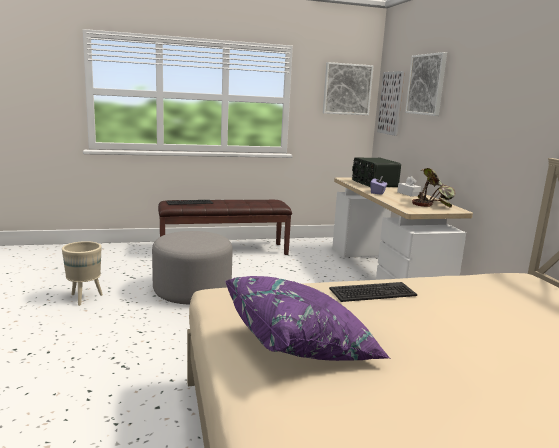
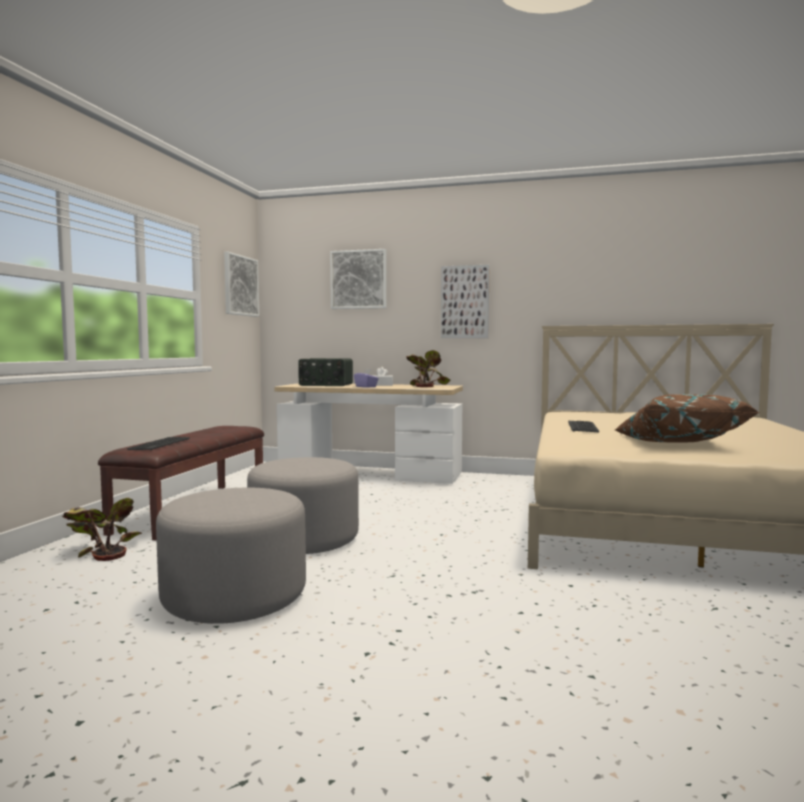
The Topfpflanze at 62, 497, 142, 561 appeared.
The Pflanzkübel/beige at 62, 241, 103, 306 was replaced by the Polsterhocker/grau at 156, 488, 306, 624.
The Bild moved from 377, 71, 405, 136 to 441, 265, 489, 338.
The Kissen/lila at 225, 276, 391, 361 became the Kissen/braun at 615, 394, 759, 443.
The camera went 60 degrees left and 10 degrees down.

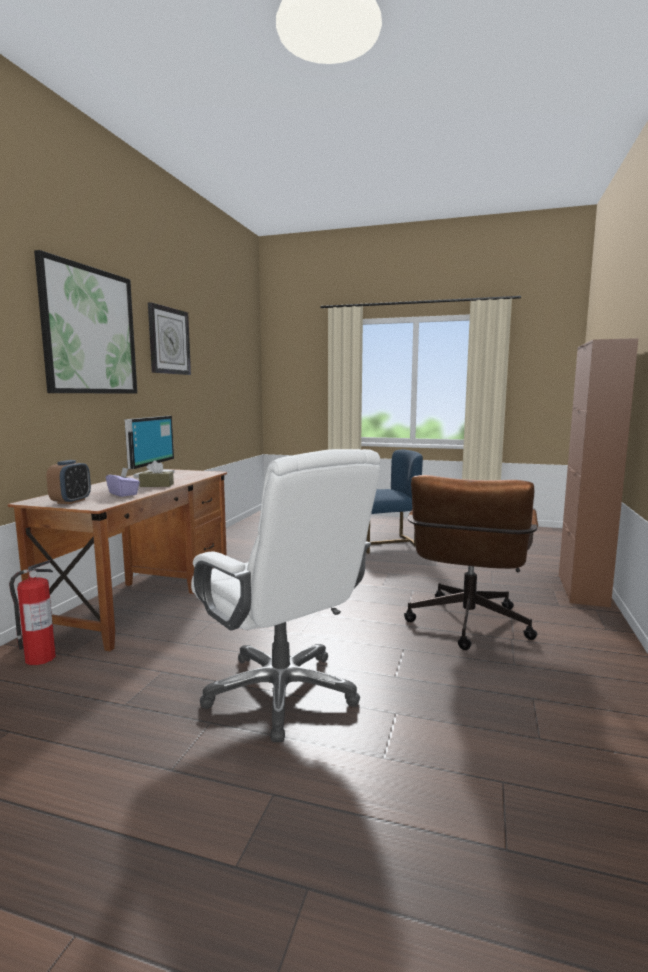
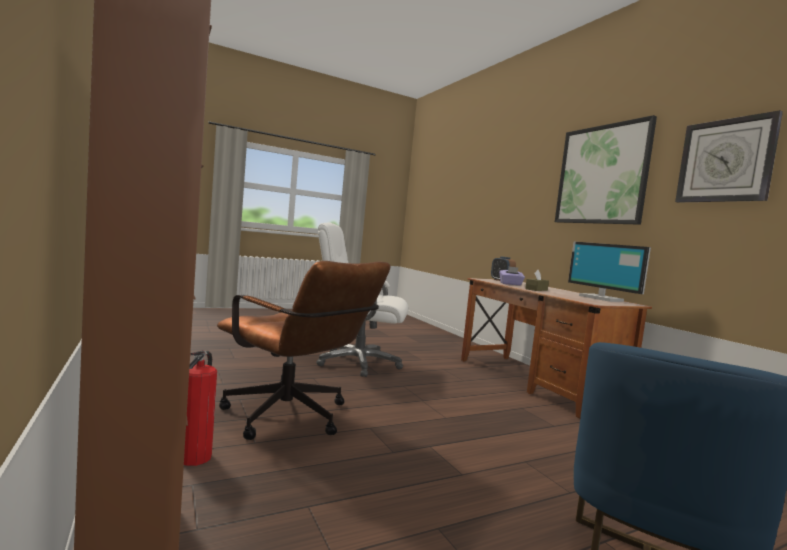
The Feuerlöscher moved from 9, 560, 56, 665 to 184, 350, 217, 466.
The Bürostuhl/braun at 404, 475, 538, 650 turned 150 degrees clockwise.
The camera went 135 degrees right and 5 degrees down.

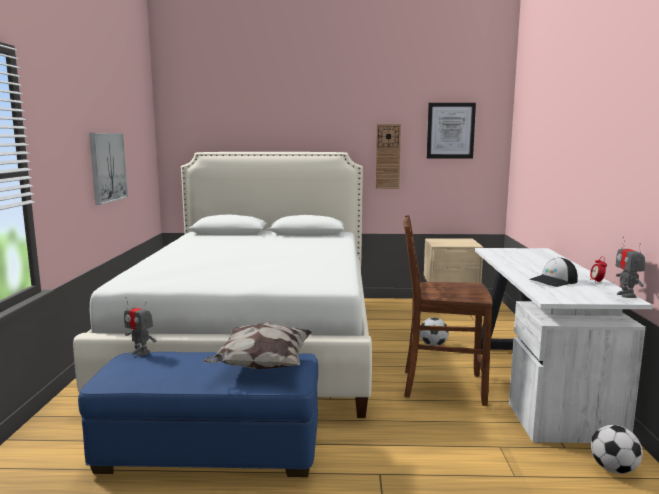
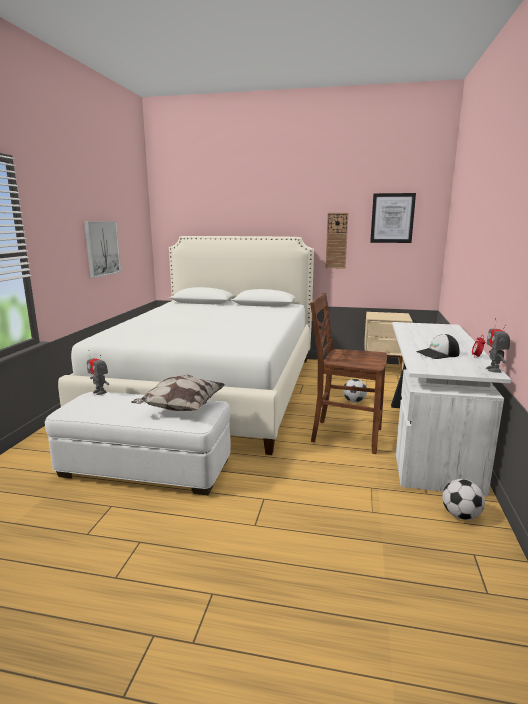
The Polsterhocker/blau at 78, 352, 318, 477 became the Polsterhocker/weiß at 45, 392, 231, 495.
The camera went 10 degrees right and 5 degrees up.

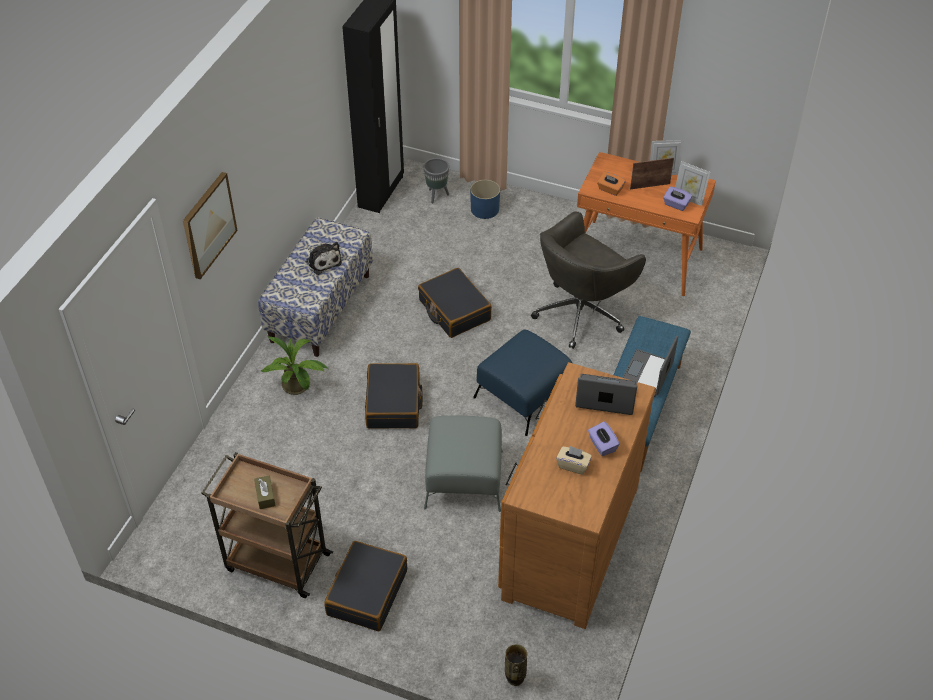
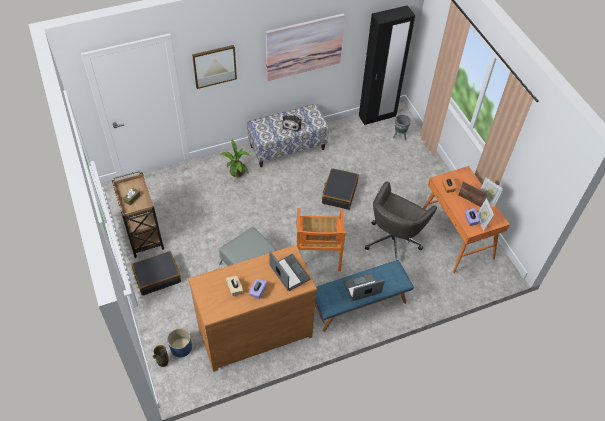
The Pflanzkübel/blau moved from 470, 180, 500, 219 to 167, 328, 192, 357.
The Bild at 266, 14, 345, 81 appeared.
The Polsterhocker/blau at 473, 330, 572, 436 was replaced by the Stuhl/orange at 296, 208, 346, 272.
The Bürostuhl/grau at 531, 211, 646, 349 turned 60 degrees counterclockwise.
The Koffer/schwarz at 365, 363, 423, 429 disappeared.
The camera went 45 degrees right and 5 degrees up.

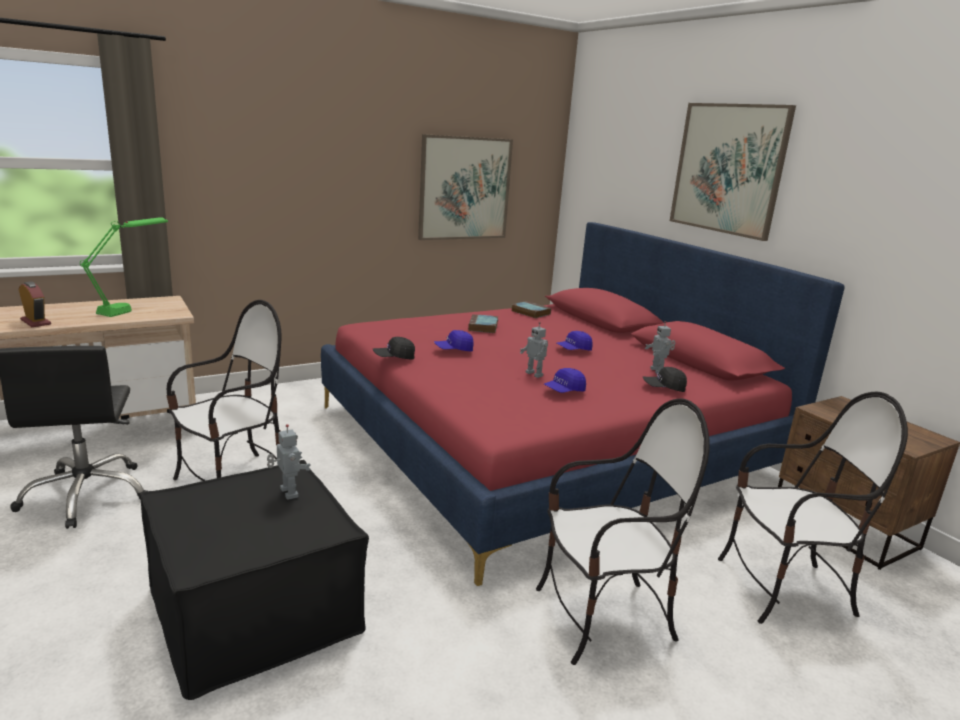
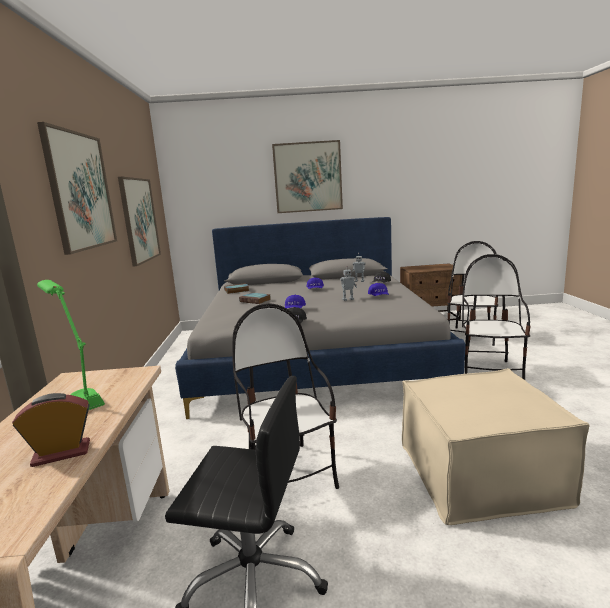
The Bild at 37, 122, 117, 255 appeared.
The Bett/rot at 321, 222, 845, 586 became the Bett/grau at 175, 217, 466, 419.
The Polsterhocker/schwarz at 141, 460, 369, 700 became the Polsterhocker/beige at 402, 368, 590, 525.
The Spielzeugroboter at 267, 424, 311, 500 disappeared.
The camera went 60 degrees left and 5 degrees down.

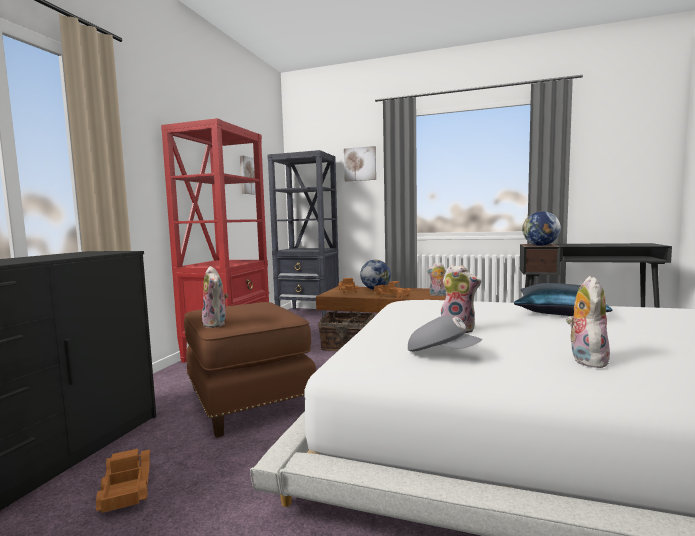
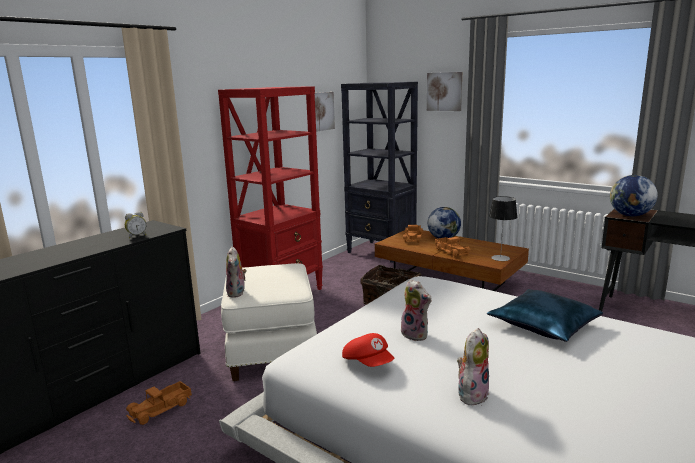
The Wecker at 125, 211, 146, 238 appeared.
The Spielzeuglaster at 96, 449, 150, 513 turned 135 degrees counterclockwise.
The Polsterhocker/braun at 184, 302, 316, 438 became the Polsterhocker/weiß at 221, 263, 317, 381.
The Kappe/grau at 408, 315, 482, 352 became the Kappe/rot at 342, 333, 394, 367.
The Plüschtier at 427, 263, 446, 296 was replaced by the Tischlampe at 489, 196, 517, 261.
The camera went 20 degrees right and 10 degrees up.

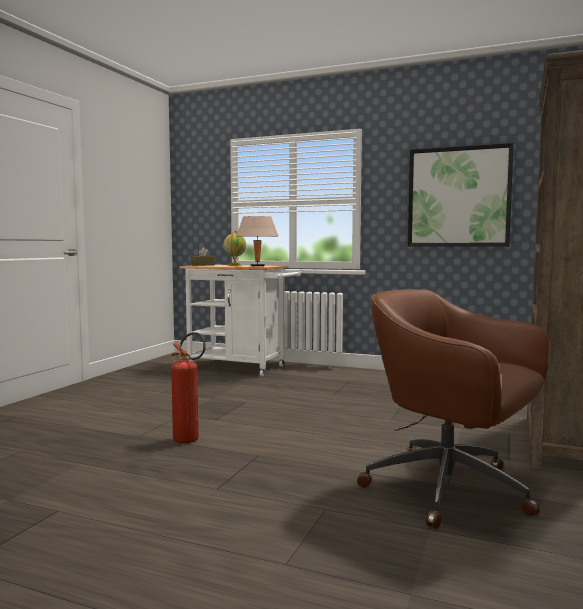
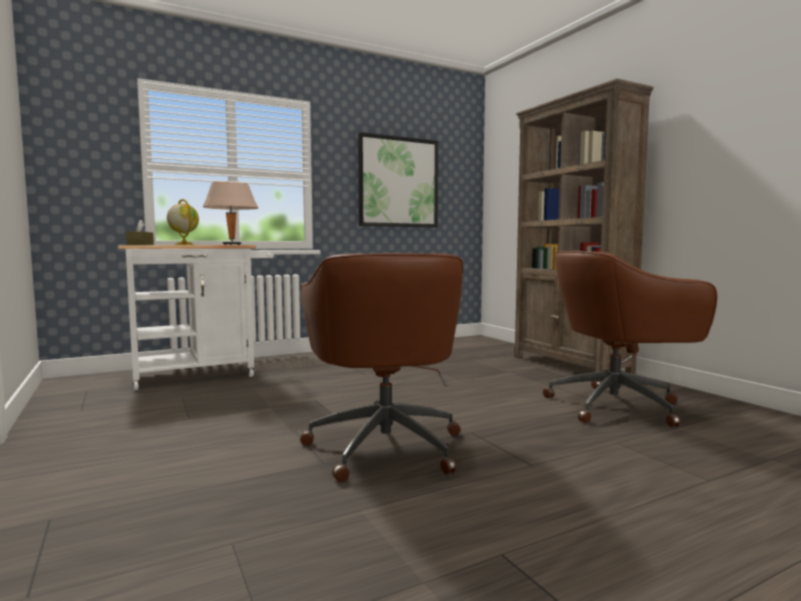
The Feuerlöscher at 171, 332, 206, 443 was replaced by the Bürostuhl/braun at 300, 253, 463, 482.
The camera went 50 degrees left and 0 degrees up.

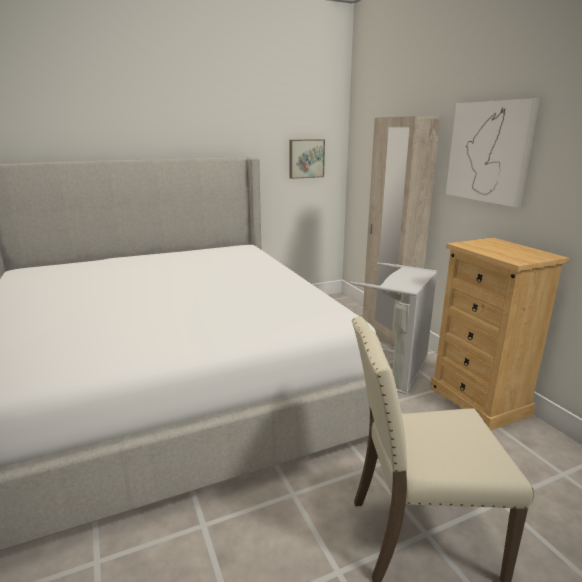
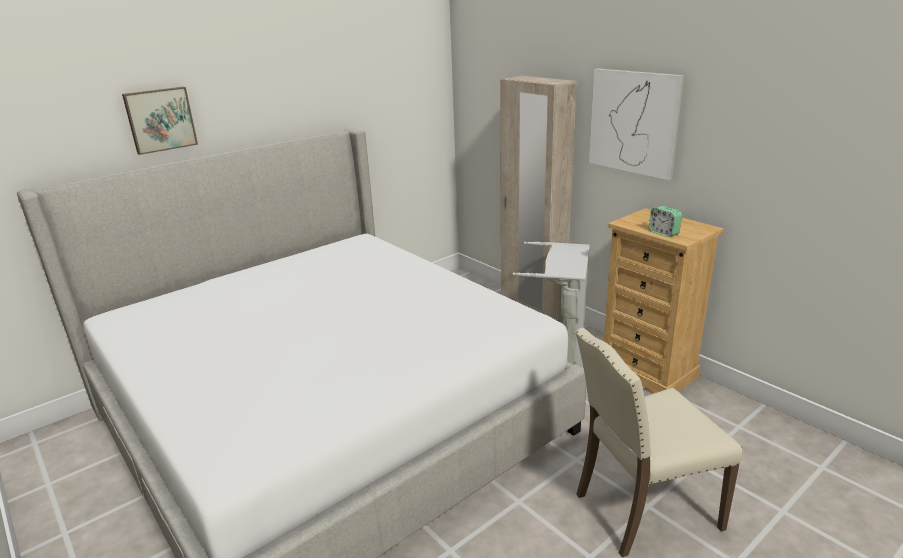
The Bild moved from 289, 139, 325, 179 to 122, 87, 198, 155.
The Wecker at 649, 206, 682, 237 appeared.
The camera went 15 degrees left and 5 degrees up.

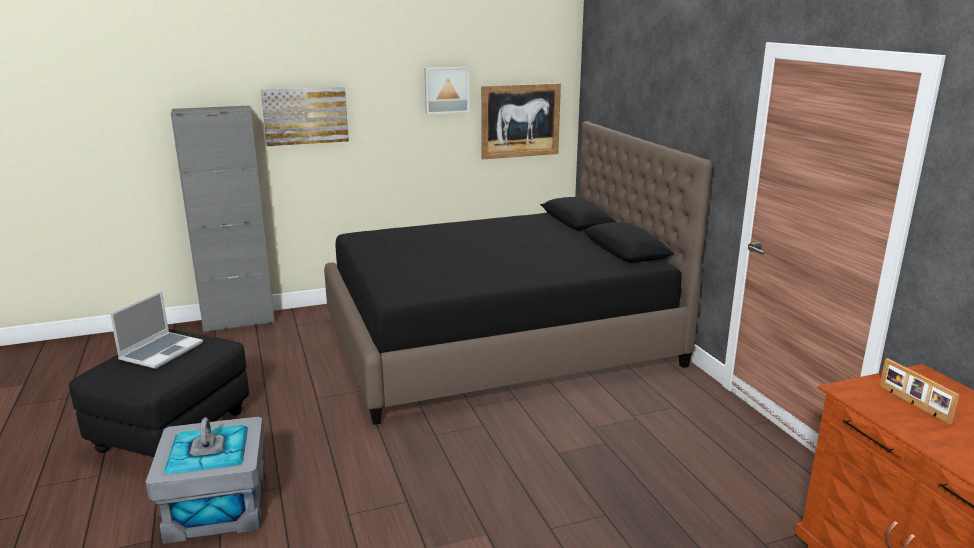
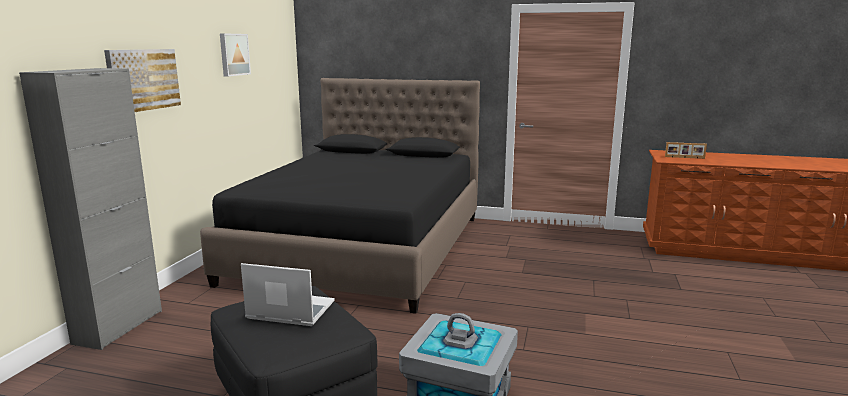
The Laptop at 110, 291, 203, 369 turned 45 degrees counterclockwise.
The Bild at 481, 83, 561, 159 disappeared.
The camera went 55 degrees left and 5 degrees down.

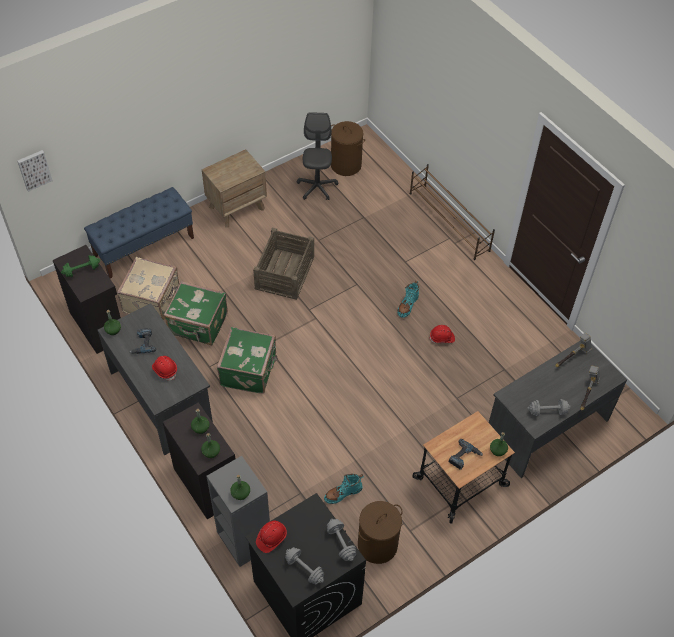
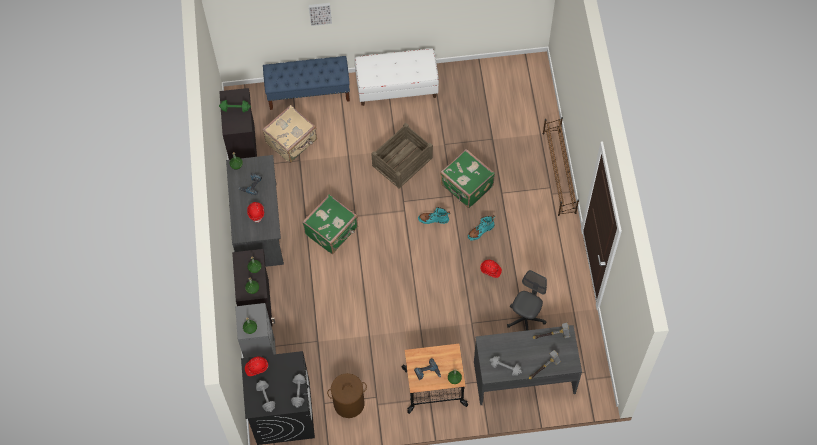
The Bild moved from 17, 150, 53, 192 to 309, 3, 332, 26.
The Nachttisch/braun at 202, 150, 267, 227 was replaced by the Bank/weiß at 355, 49, 439, 106.
The Stiefel/türkis moved from 324, 474, 364, 504 to 418, 207, 450, 224.
The Koffer/grün moved from 164, 281, 228, 345 to 440, 149, 495, 208.
The Bürostuhl/grau moved from 297, 112, 338, 200 to 507, 270, 547, 331.
The Wäschekorb/braun at 331, 121, 365, 176 disappeared.
The camera went 30 degrees right and 10 degrees up.

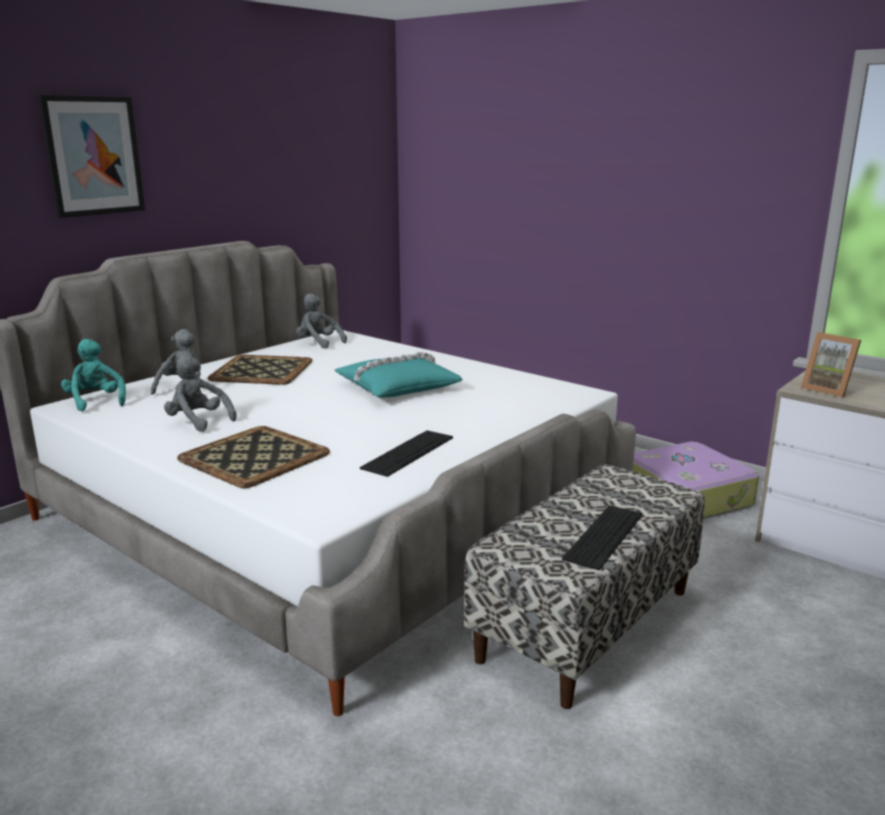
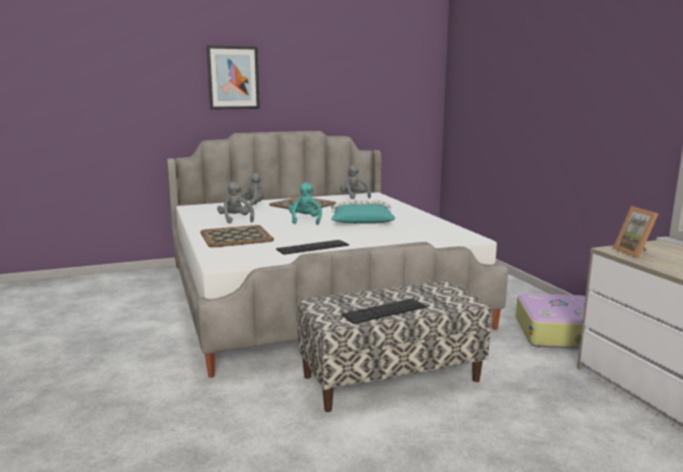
The Plüschtier/türkis moved from 61, 339, 126, 411 to 288, 182, 322, 225.
The camera went 30 degrees right and 5 degrees down.

